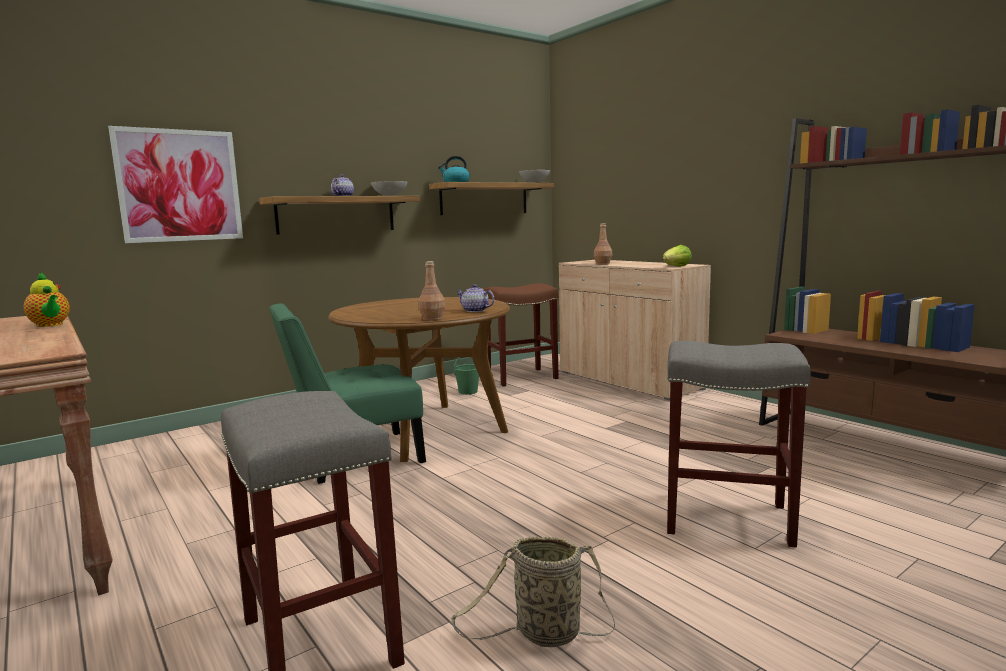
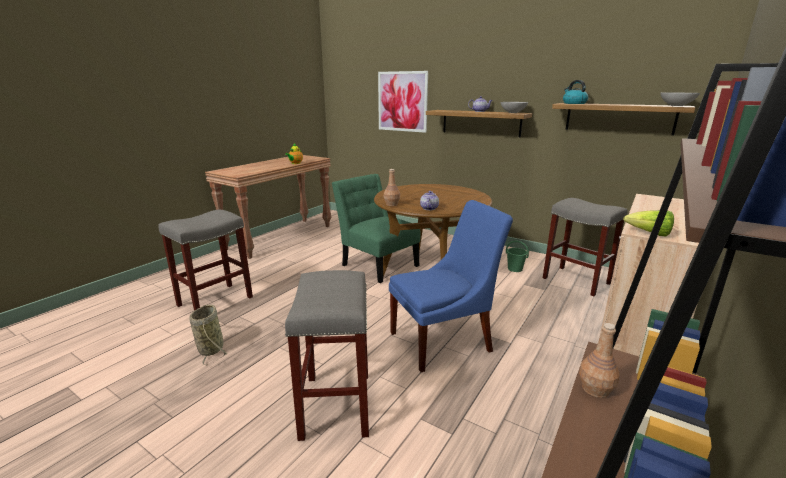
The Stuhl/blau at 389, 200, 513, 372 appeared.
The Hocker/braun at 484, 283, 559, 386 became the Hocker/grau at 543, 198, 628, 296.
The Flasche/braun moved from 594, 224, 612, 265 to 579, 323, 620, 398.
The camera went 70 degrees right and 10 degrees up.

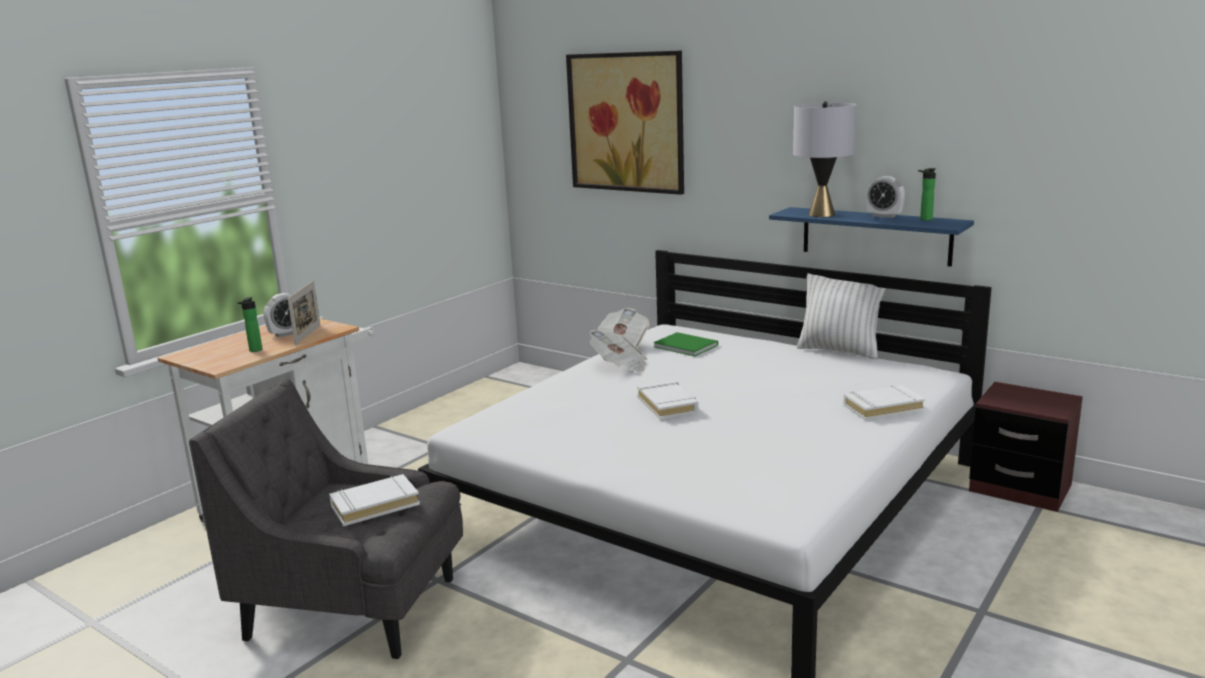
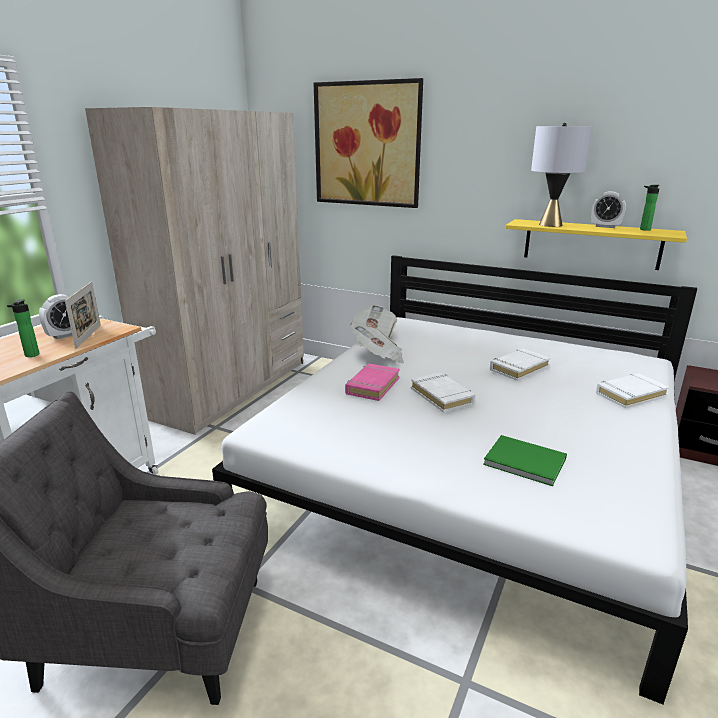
The Kleiderschrank/beige at 85, 107, 304, 435 appeared.
The Buch/rosa at 345, 364, 400, 401 appeared.
The Buch/grün moved from 654, 332, 718, 357 to 483, 435, 567, 486.
The Buch/weiß moved from 329, 474, 420, 526 to 490, 349, 550, 381.
The Wandregal/blau at 769, 207, 974, 267 became the Wandregal/gelb at 505, 219, 687, 270.
The Kissen/weiß at 797, 273, 886, 359 disappeared.
The camera went 10 degrees left and 5 degrees up.

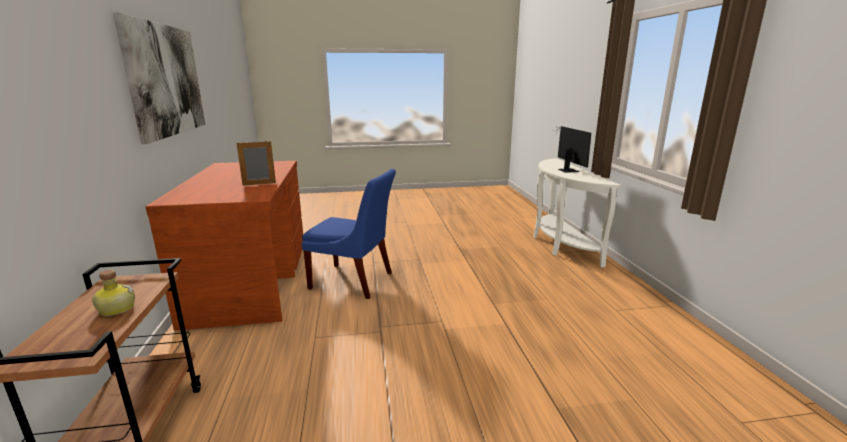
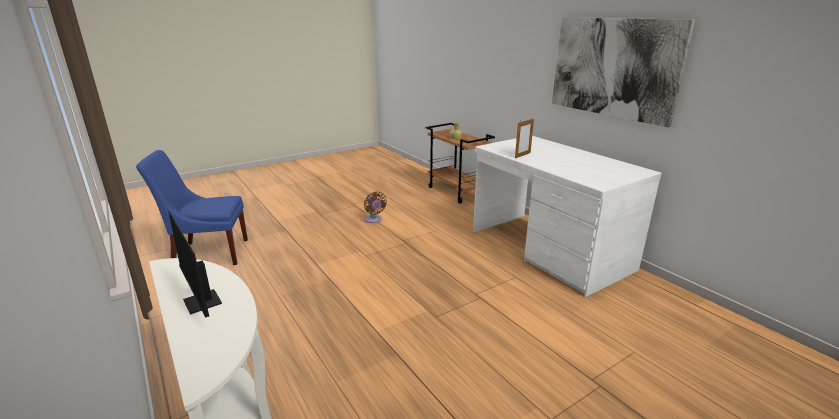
The Stuhl/blau moved from 302, 169, 396, 299 to 136, 150, 248, 265.
The Ventilator/braun at 364, 191, 387, 223 appeared.
The Schreibtisch/braun at 145, 161, 303, 331 became the Schreibtisch/weiß at 473, 136, 661, 297.
The camera went 155 degrees right and 5 degrees up.

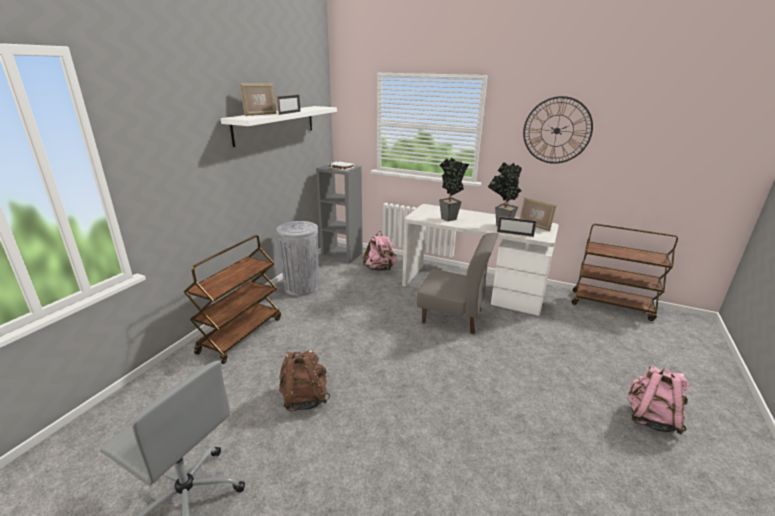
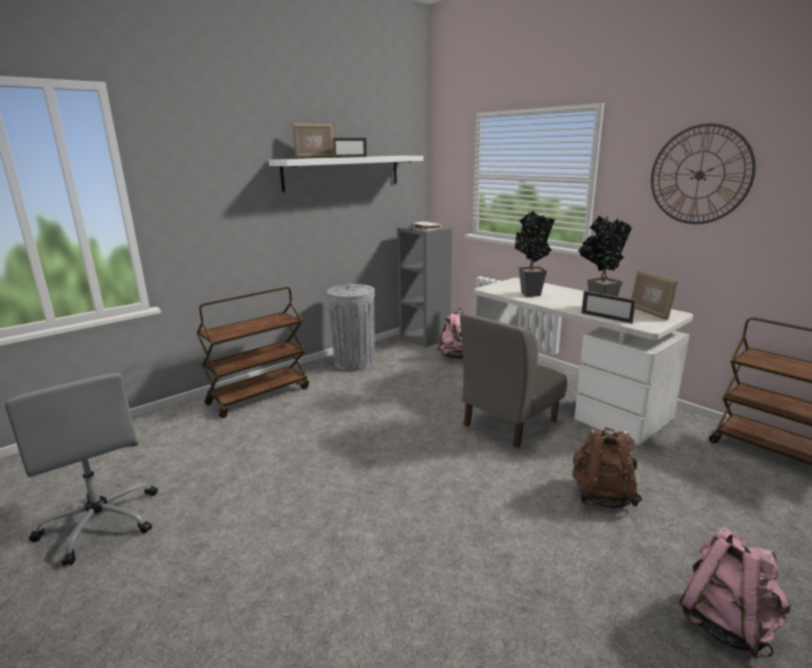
The Stuhl/grau at 417, 232, 498, 334 turned 90 degrees clockwise.
The Rucksack/braun moved from 279, 349, 330, 412 to 572, 427, 642, 509.
The camera went 25 degrees right and 5 degrees down.

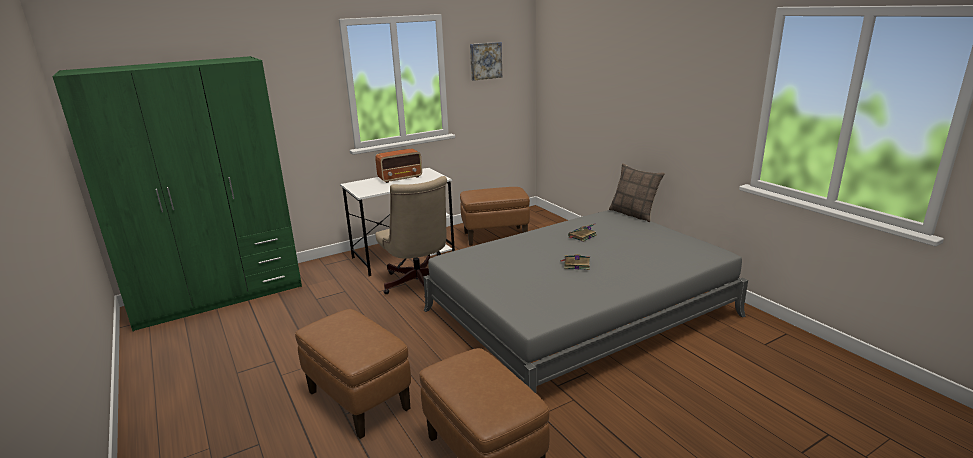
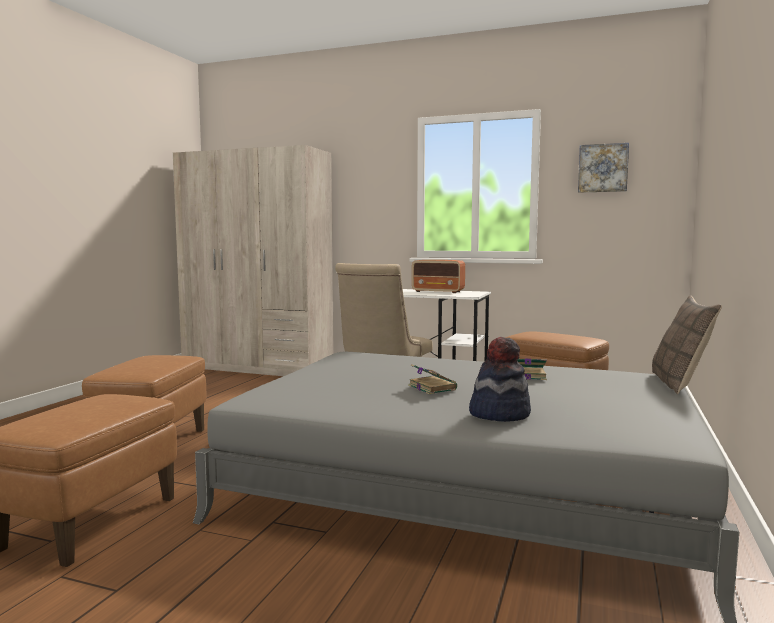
The Kleiderschrank/grün at 52, 56, 302, 331 became the Kleiderschrank/beige at 173, 145, 334, 376.
The Hut at 469, 337, 531, 422 appeared.
The camera went 50 degrees right and 15 degrees down.

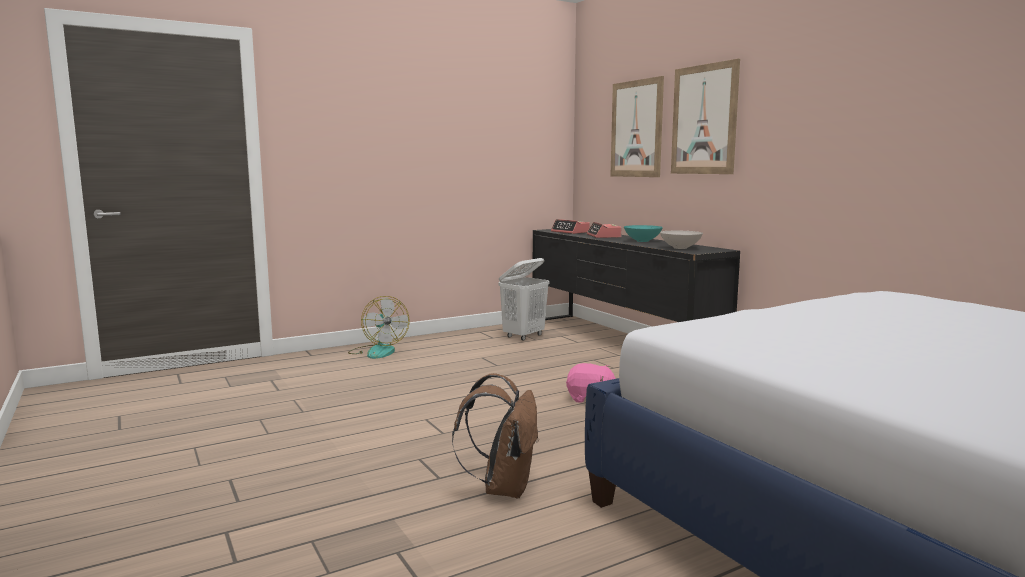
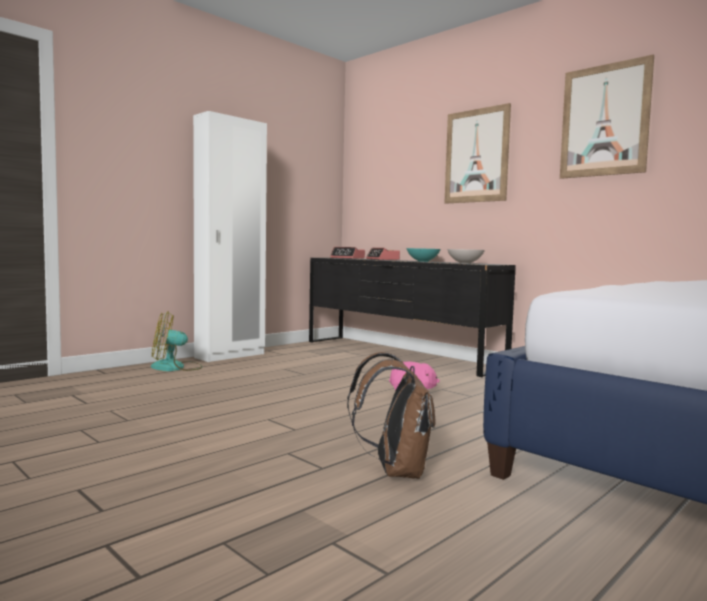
The Ventilator at 348, 296, 410, 359 turned 120 degrees clockwise.
The Kleiderschrank/weiß at 193, 111, 267, 362 appeared.
The Bild moved from 610, 76, 664, 177 to 560, 54, 654, 179.
The Wäschekorb/weiß at 498, 258, 549, 341 disappeared.
The camera went 15 degrees left and 5 degrees down.

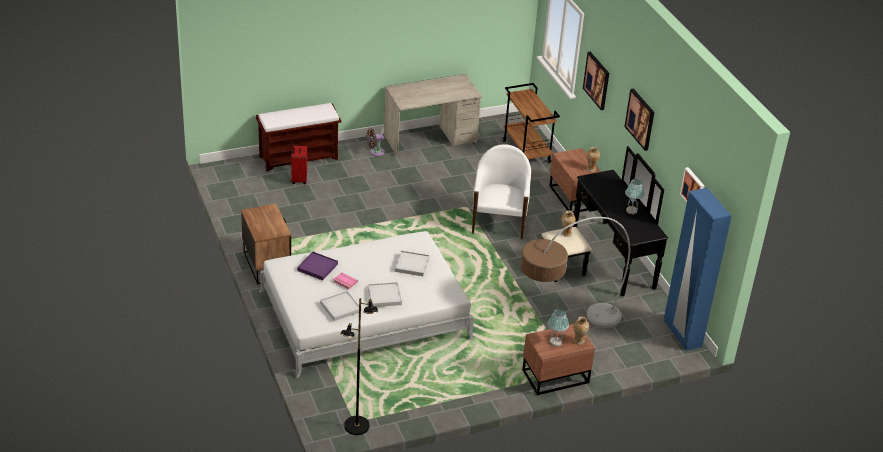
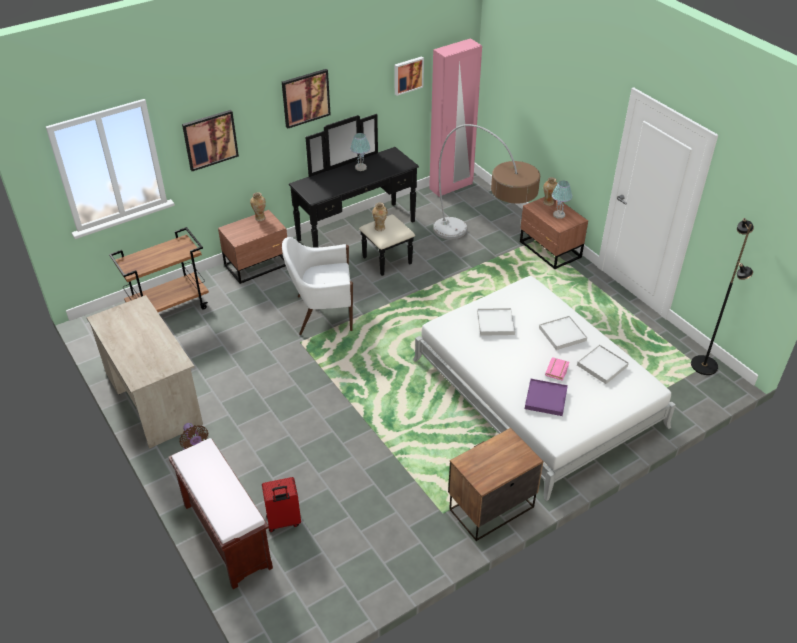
The Kleiderschrank/blau at 664, 188, 732, 351 became the Kleiderschrank/rosa at 429, 38, 482, 197.
The camera went 100 degrees left and 5 degrees up.

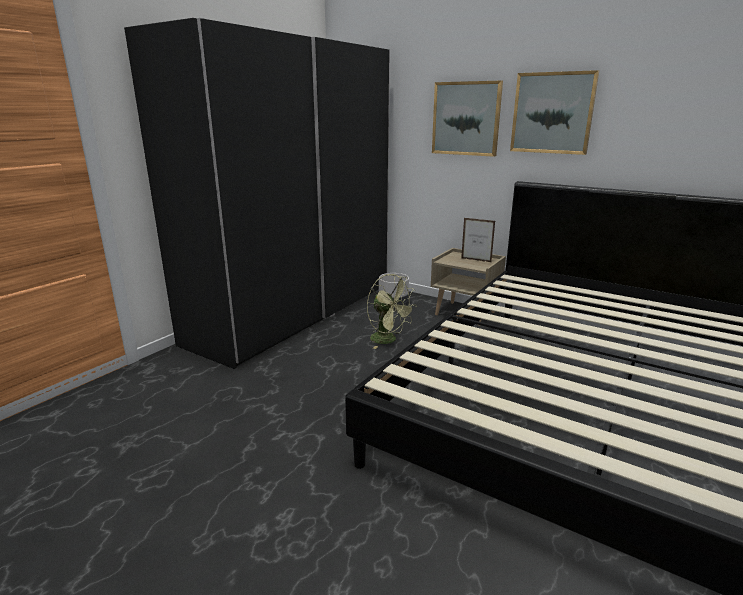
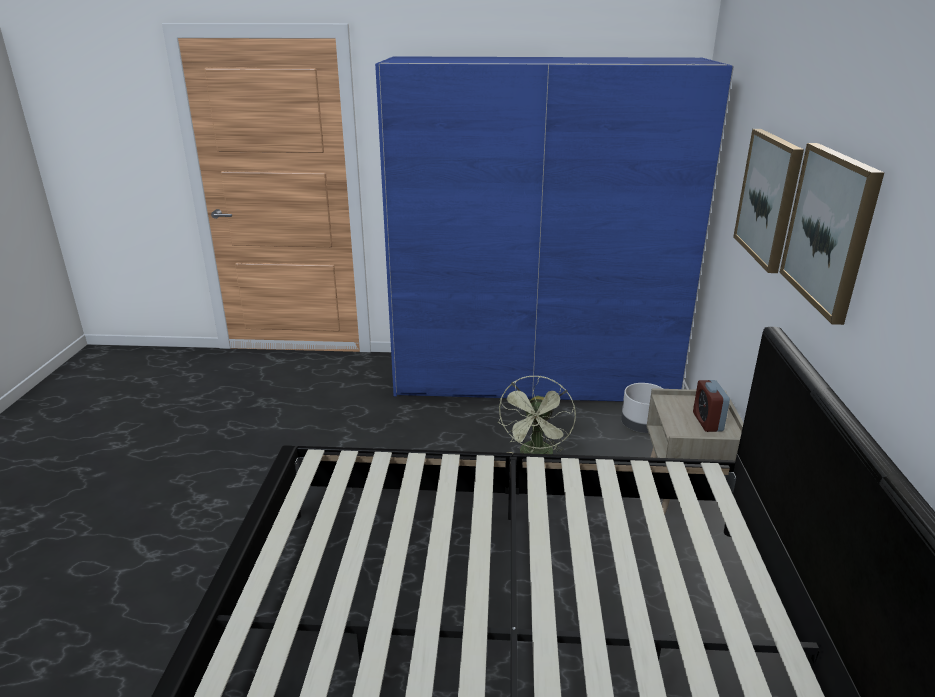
The Kleiderschrank/schwarz at 124, 18, 390, 369 became the Kleiderschrank/blau at 375, 56, 734, 402.
The Bilderrahmen at 461, 218, 495, 262 was replaced by the Wecker at 693, 380, 730, 432.
The camera went 60 degrees right and 5 degrees up.

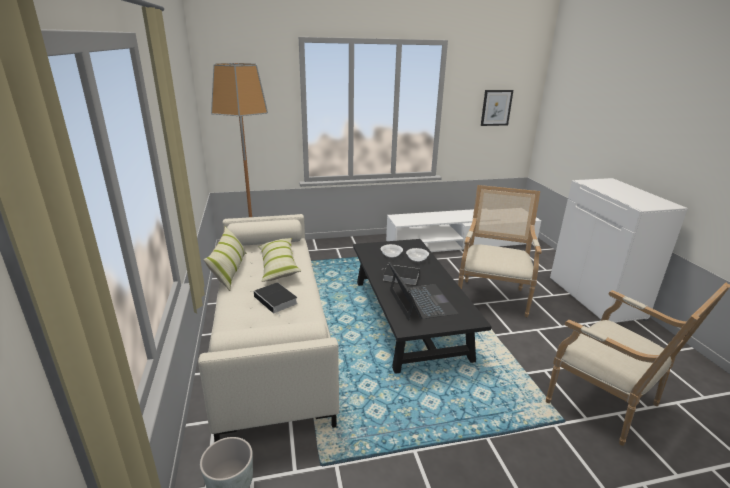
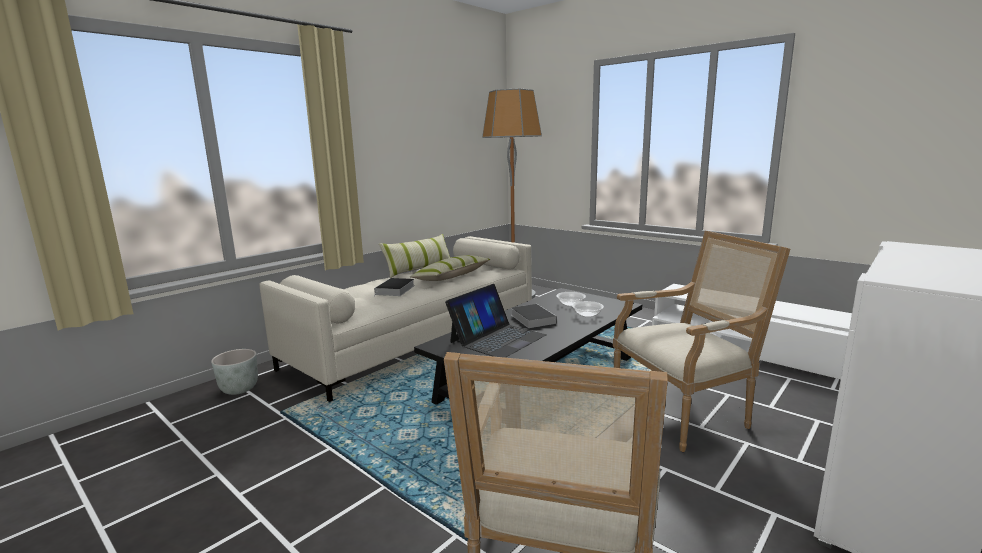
The Bild at 481, 90, 513, 126 disappeared.
The camera went 55 degrees right and 10 degrees down.

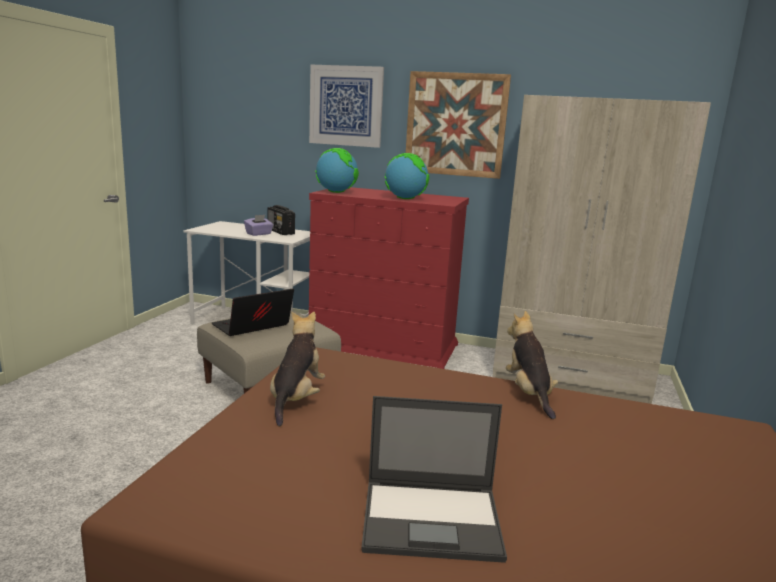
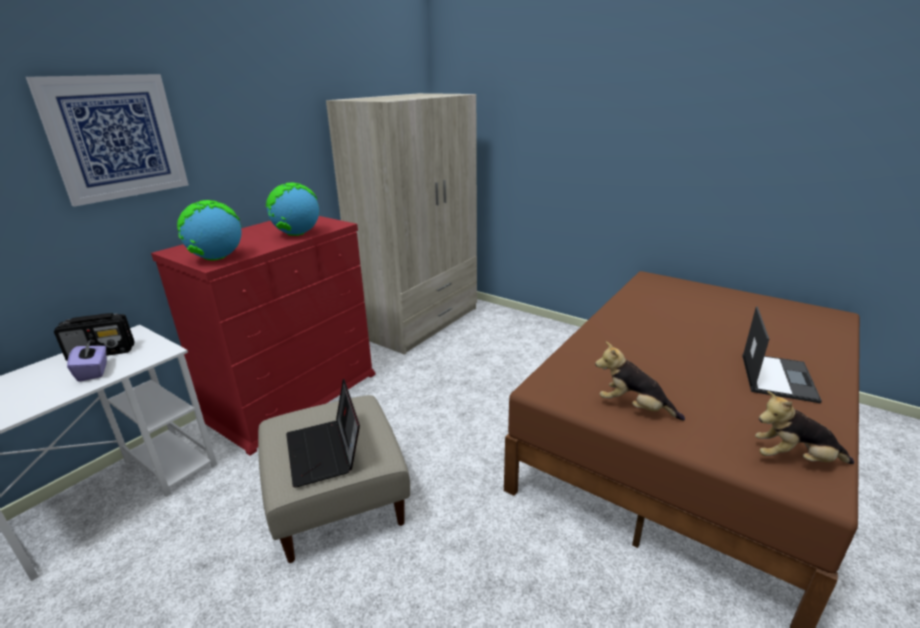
The Plüschtier moved from 506, 311, 558, 419 to 755, 391, 854, 464.
The Bild at 406, 71, 511, 179 disappeared.
The camera went 70 degrees left and 10 degrees up.

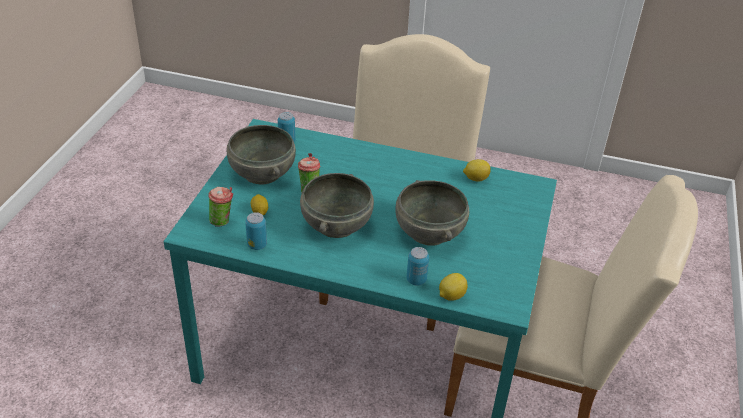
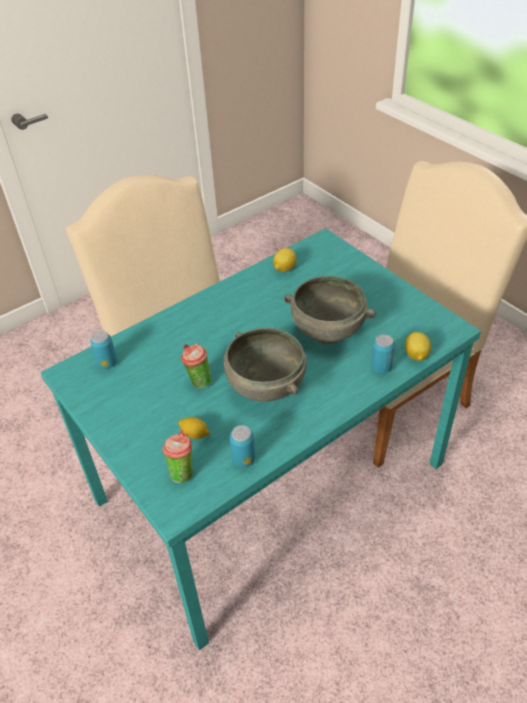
The Schüssel/grau at 227, 125, 296, 185 disappeared.
The camera went 50 degrees left and 5 degrees up.

